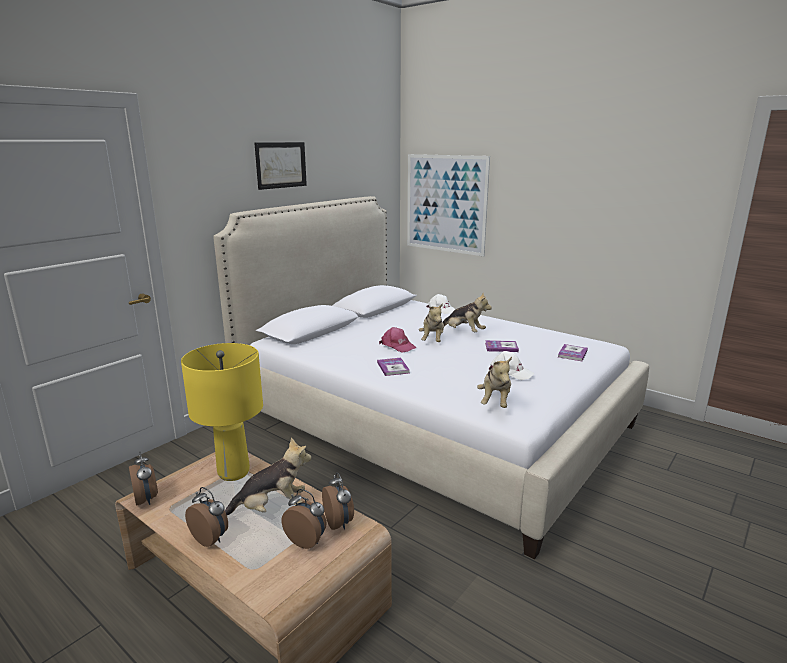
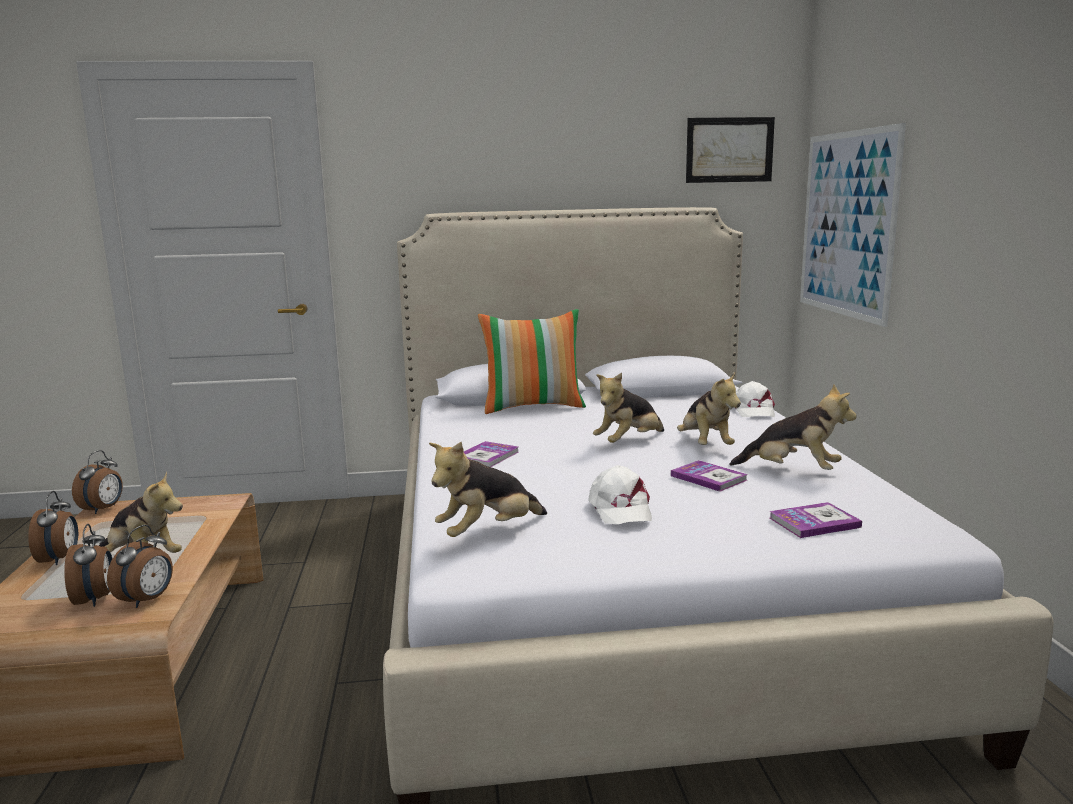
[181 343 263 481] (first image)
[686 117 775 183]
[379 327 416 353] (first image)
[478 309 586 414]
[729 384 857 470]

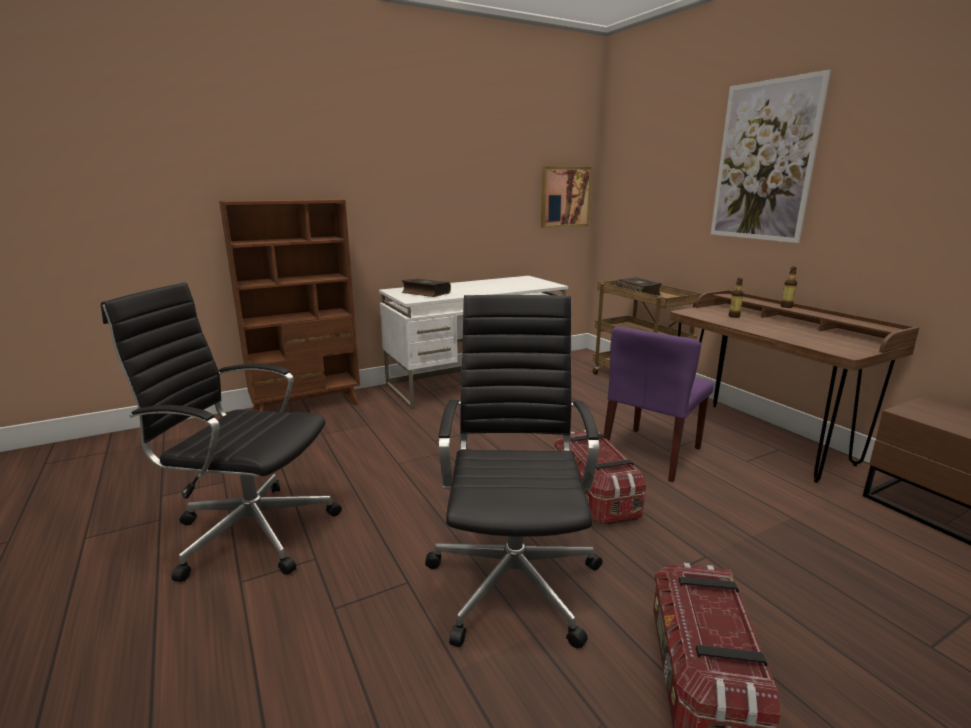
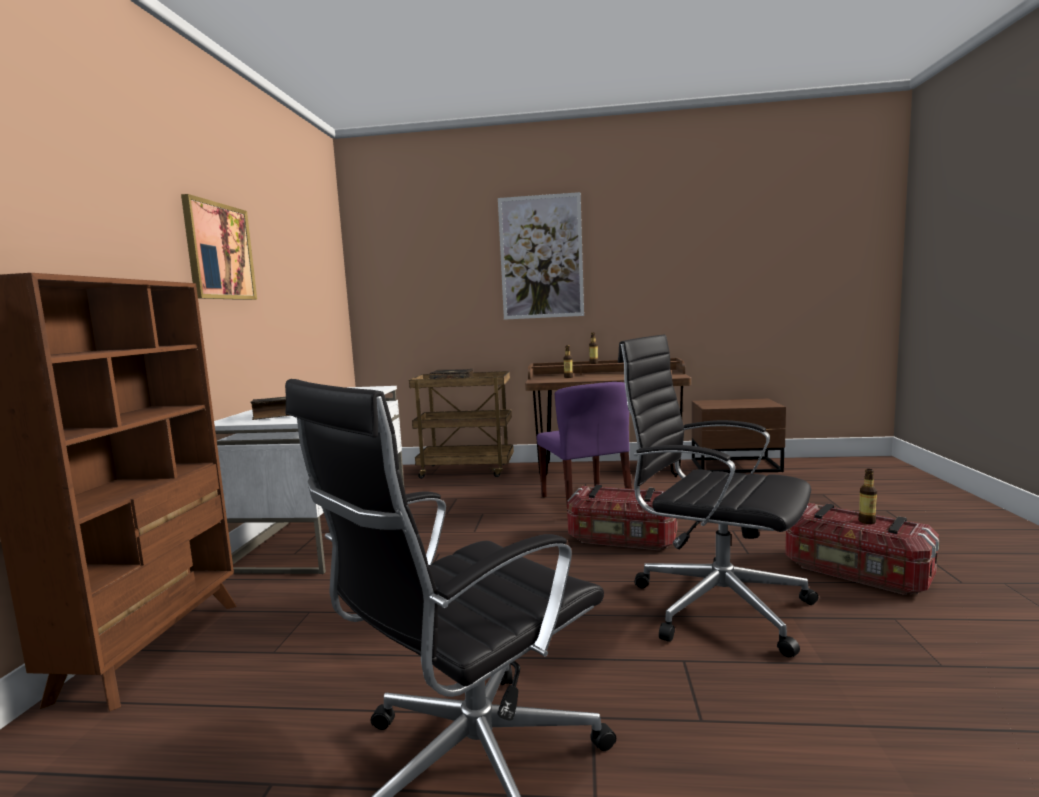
[181 194 257 300]
[858 469 877 524]

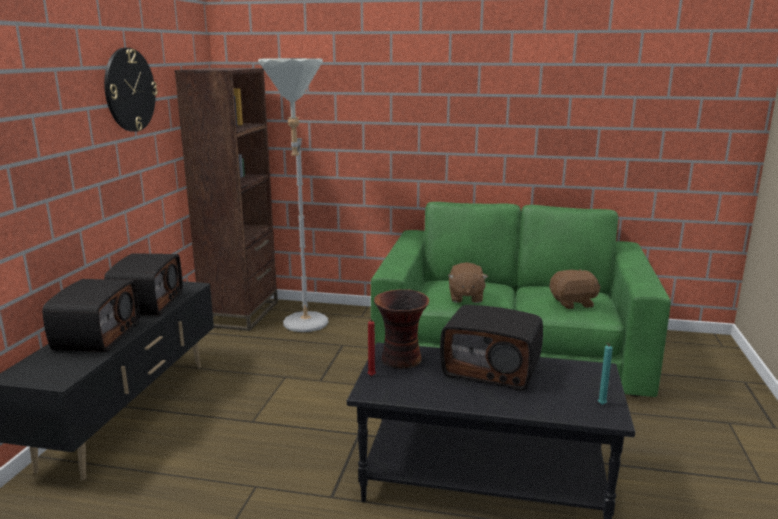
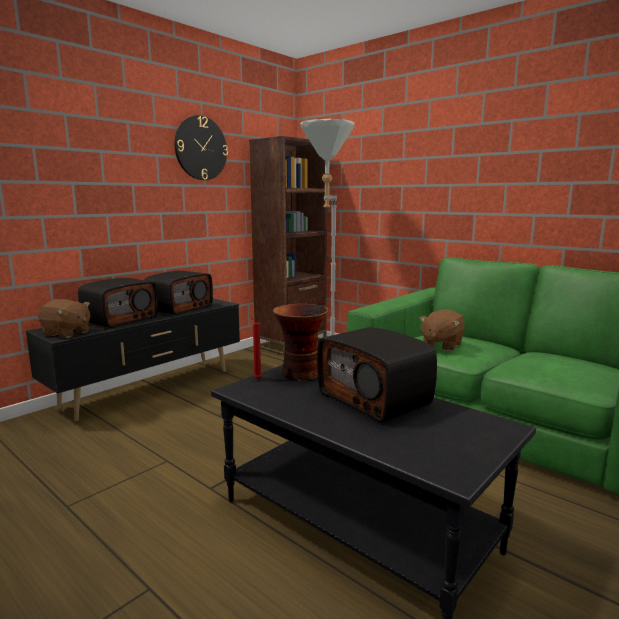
[38 299 90 338]
[598 343 613 405] (first image)

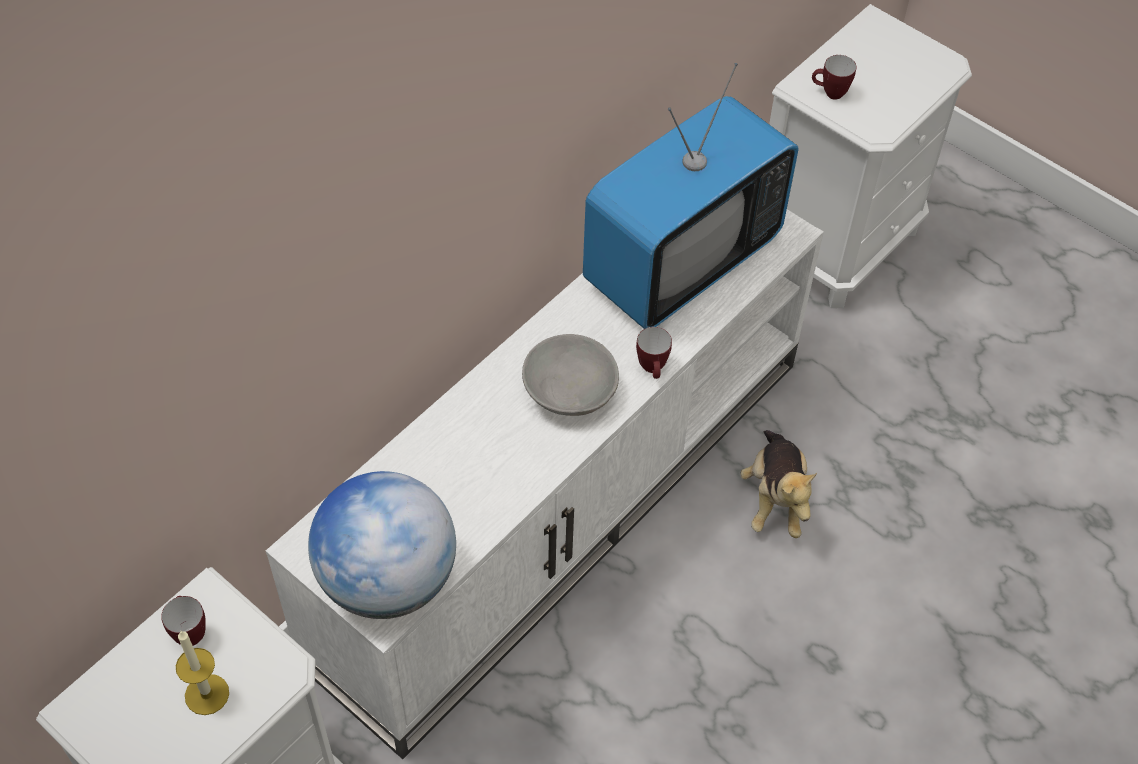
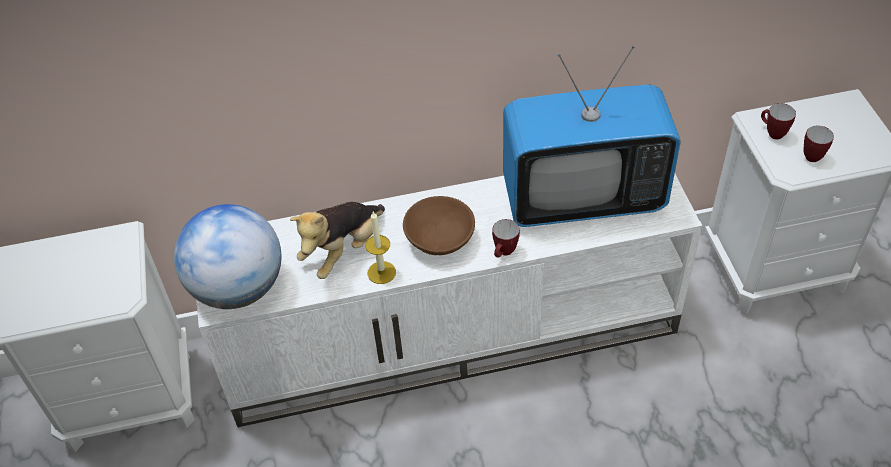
[803 126 834 162]
[365 212 396 284]
[403 196 475 255]
[290 202 385 279]

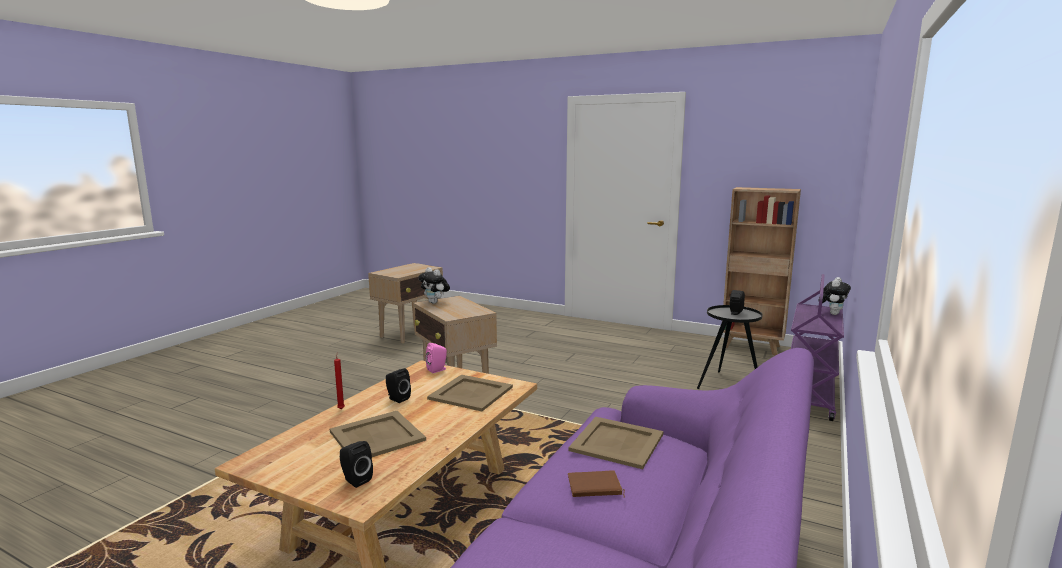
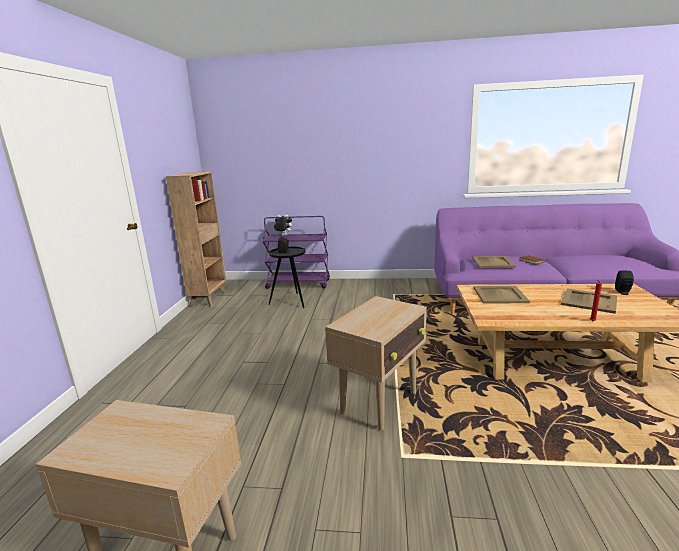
[386 368 411 403] (first image)
[418 267 450 304] (first image)
[426 343 447 373] (first image)

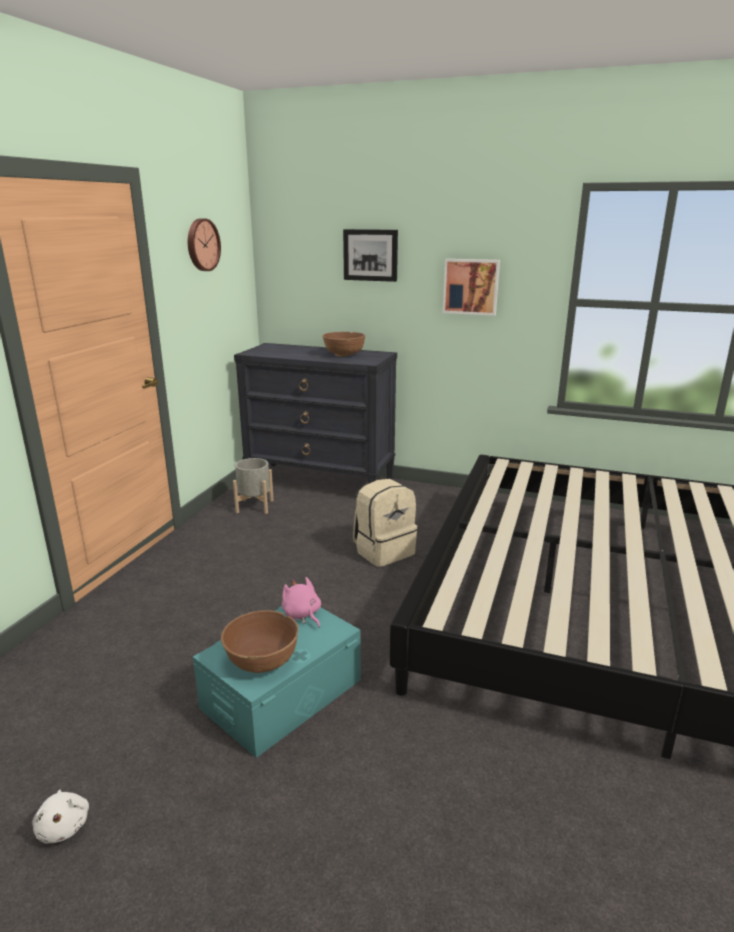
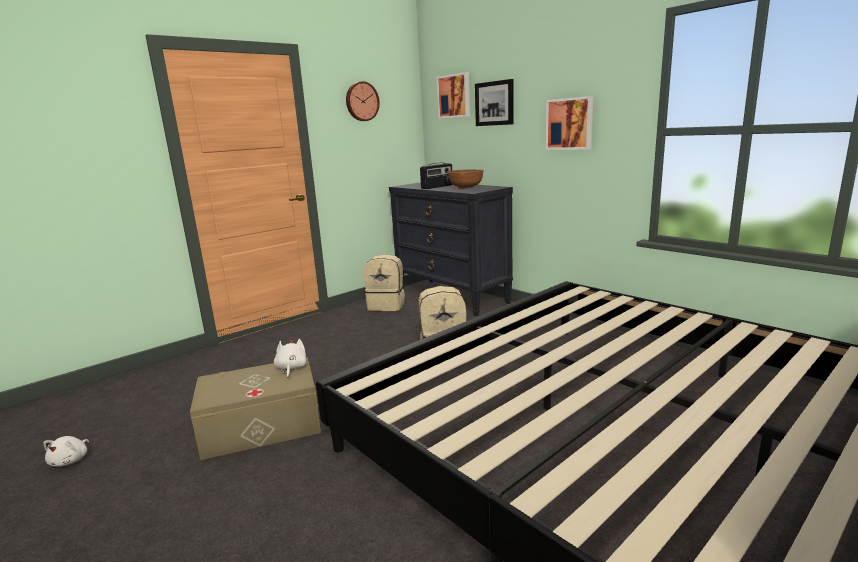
[190 357 321 460]
[221 610 299 673] (first image)
[363 254 405 311]
[274 339 306 378]
[420 163 452 189]
[437 72 470 119]

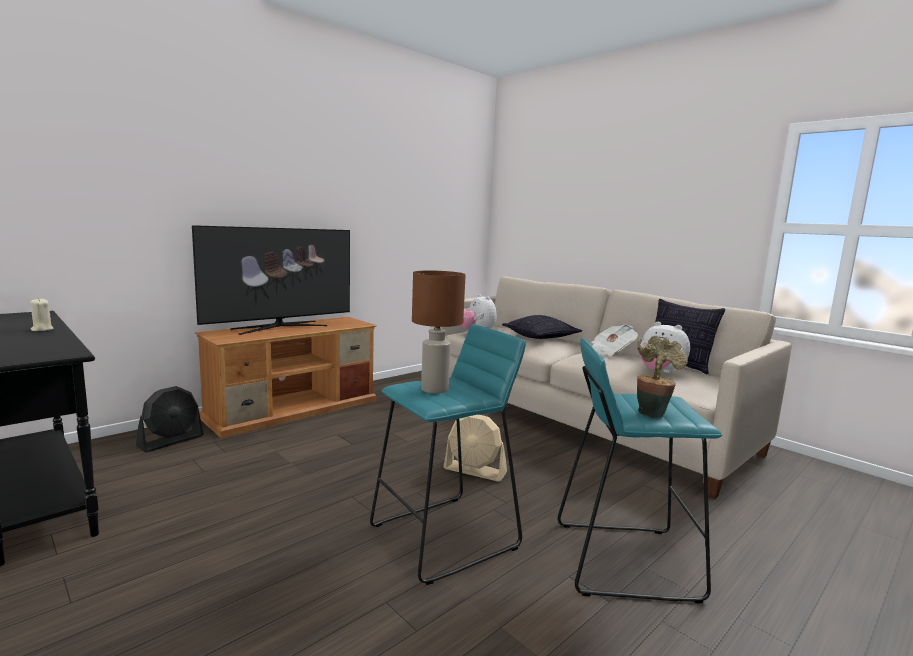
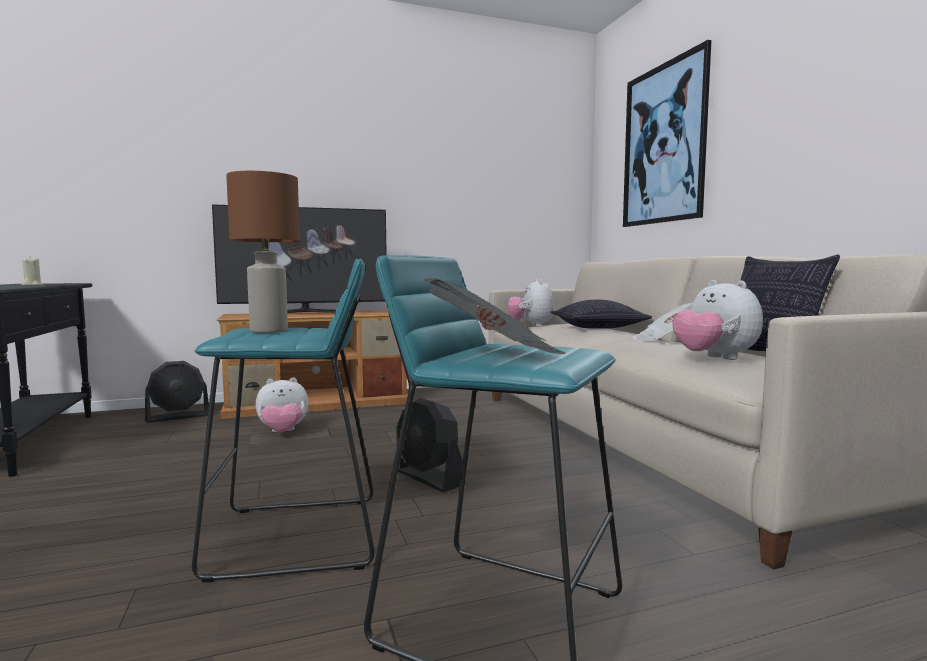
[396 398 466 492]
[424 278 566 354]
[256 377 309 432]
[623 40 711 227]

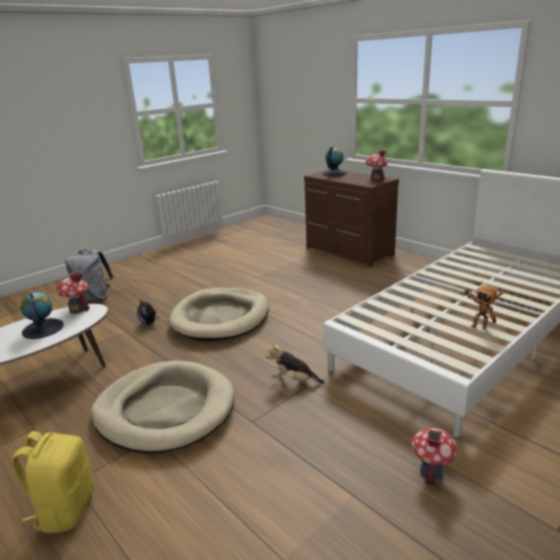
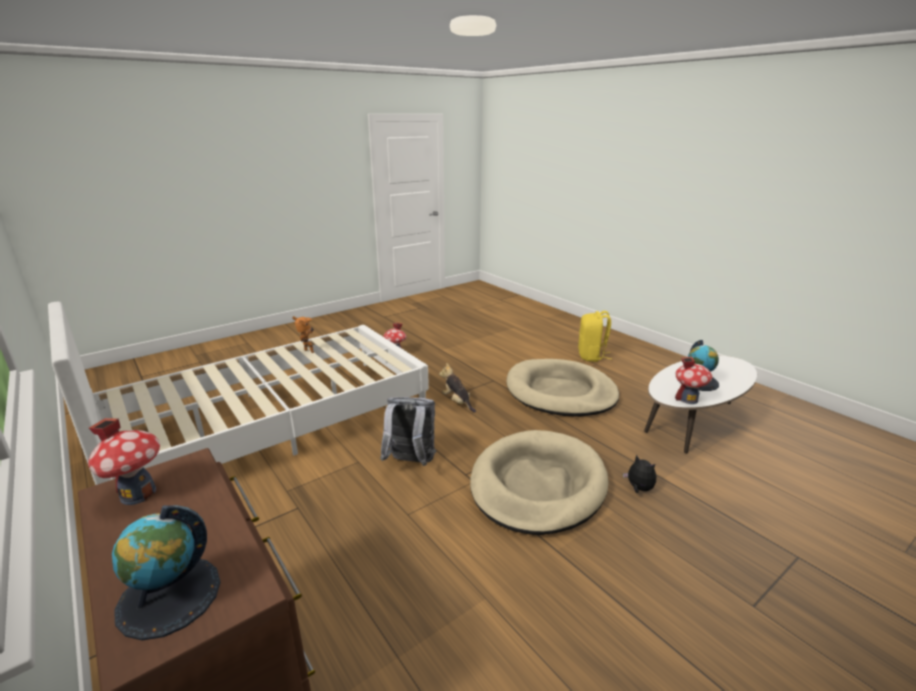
[380 397 436 466]
[439 363 476 413]

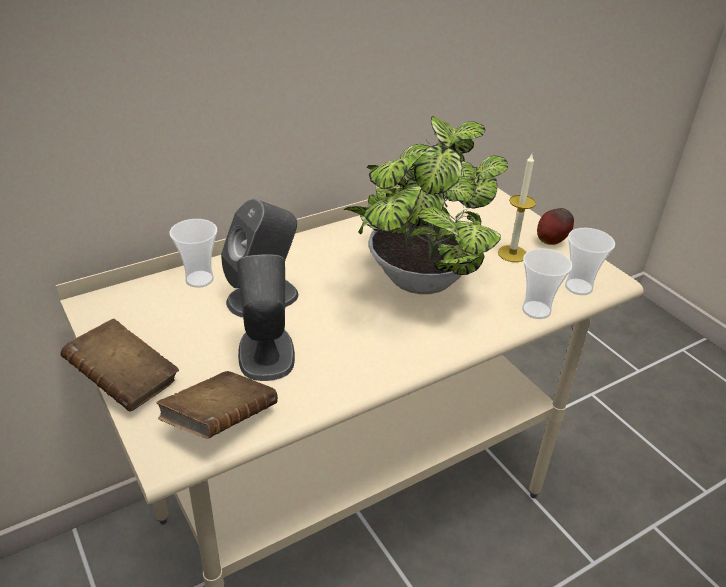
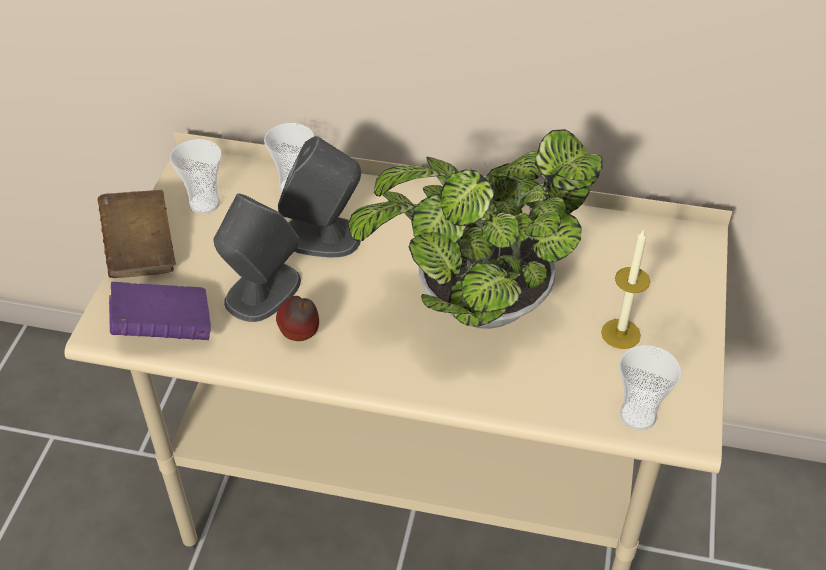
[109 282 211 340]
[170 139 222 214]
[276 296 319 341]

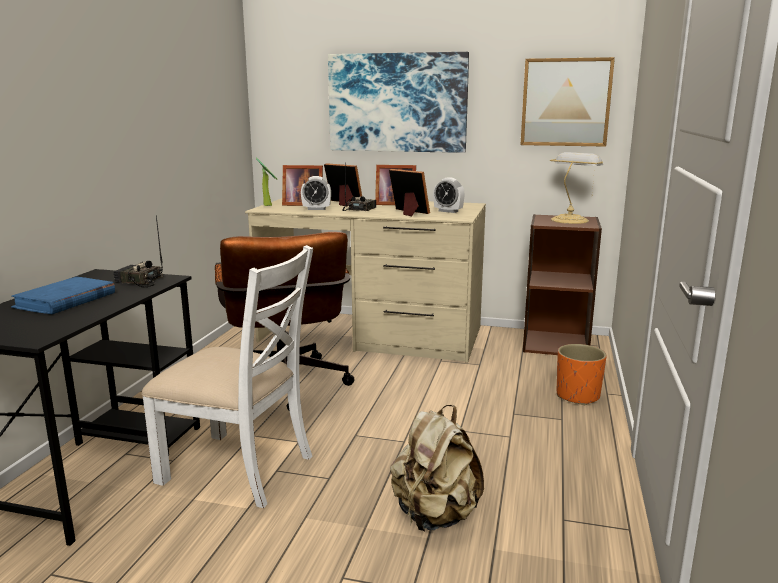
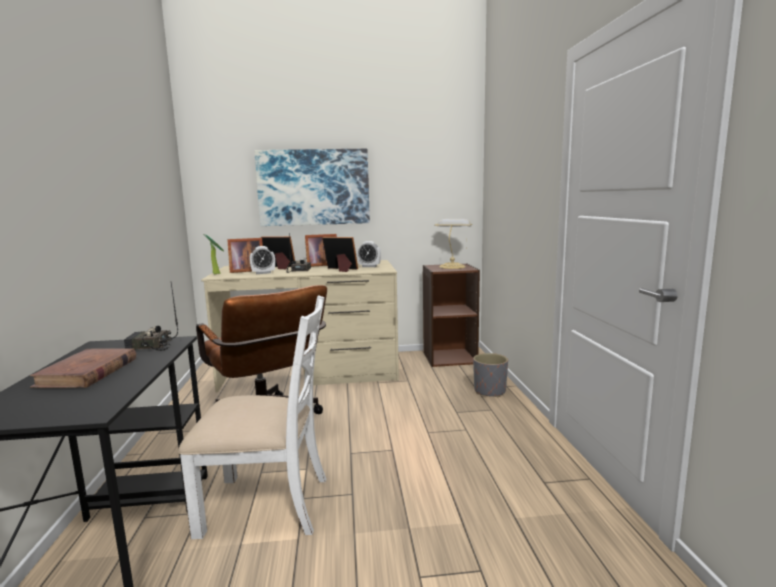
[30 348 136 388]
[390 405 484 532] (first image)
[520 57 615 147] (first image)
[473 353 508 397]

